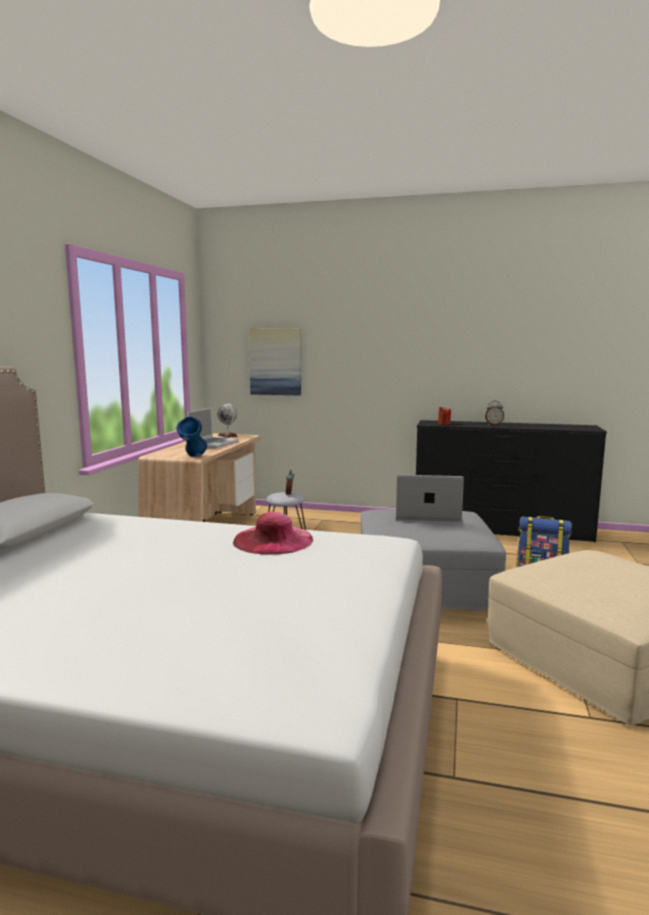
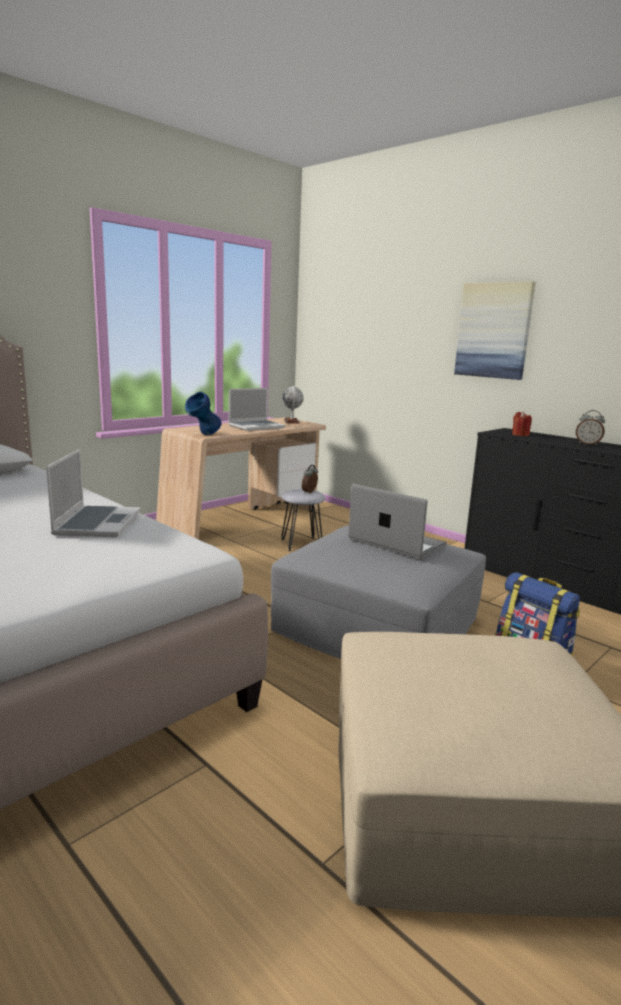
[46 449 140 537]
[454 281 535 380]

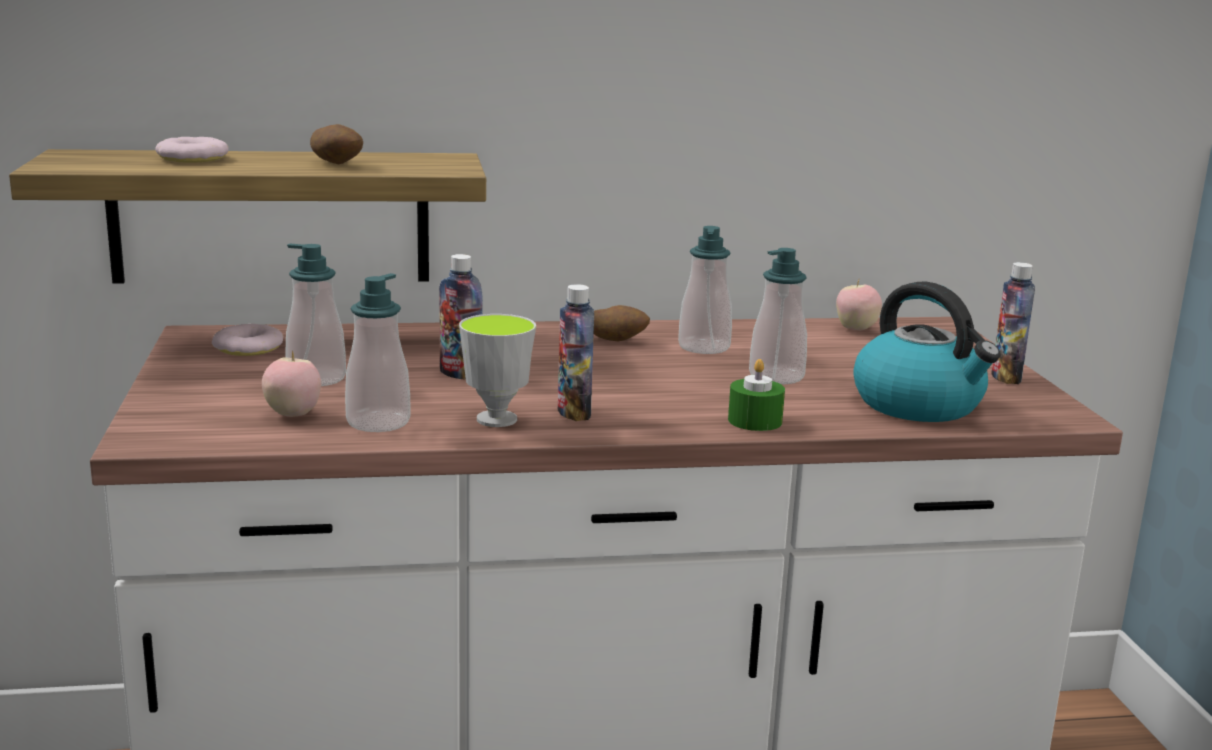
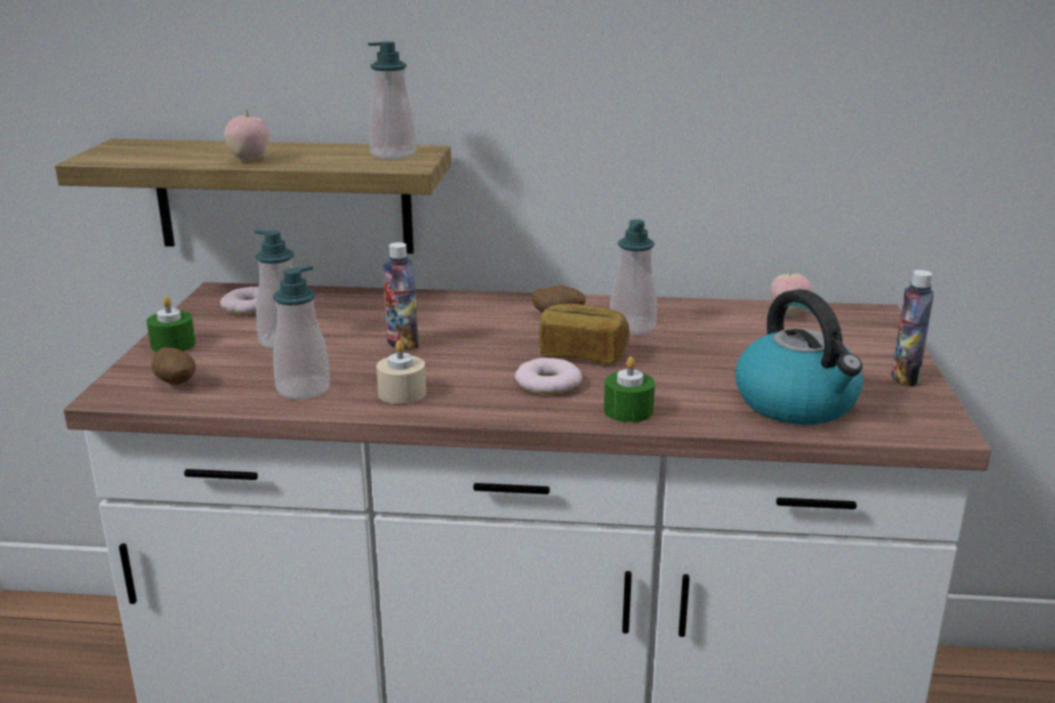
[515 358 582 395]
[224 109 269 161]
[151 347 196 385]
[376 340 426 404]
[558 284 594 421] (first image)
[368 41 416 159]
[147 296 196 352]
[539 304 630 363]

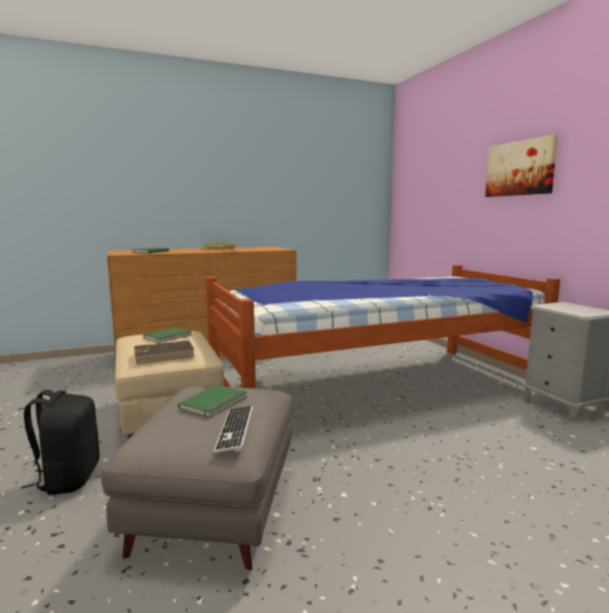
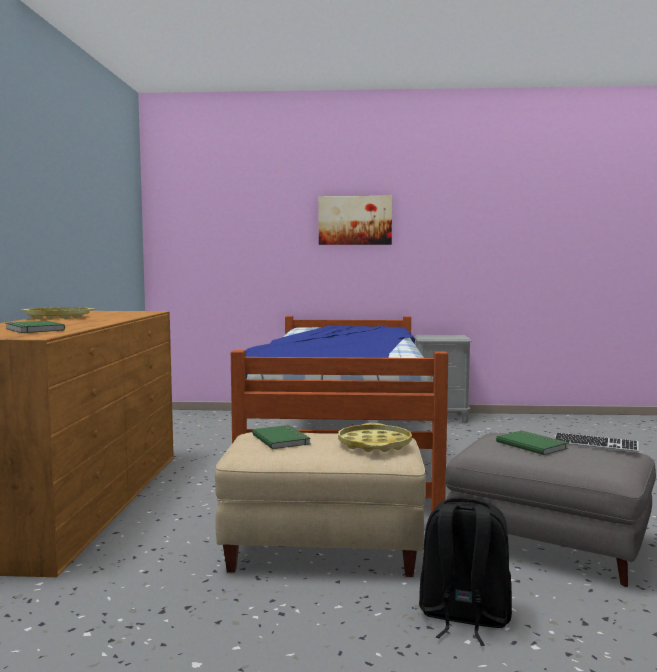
[338 423 412 452]

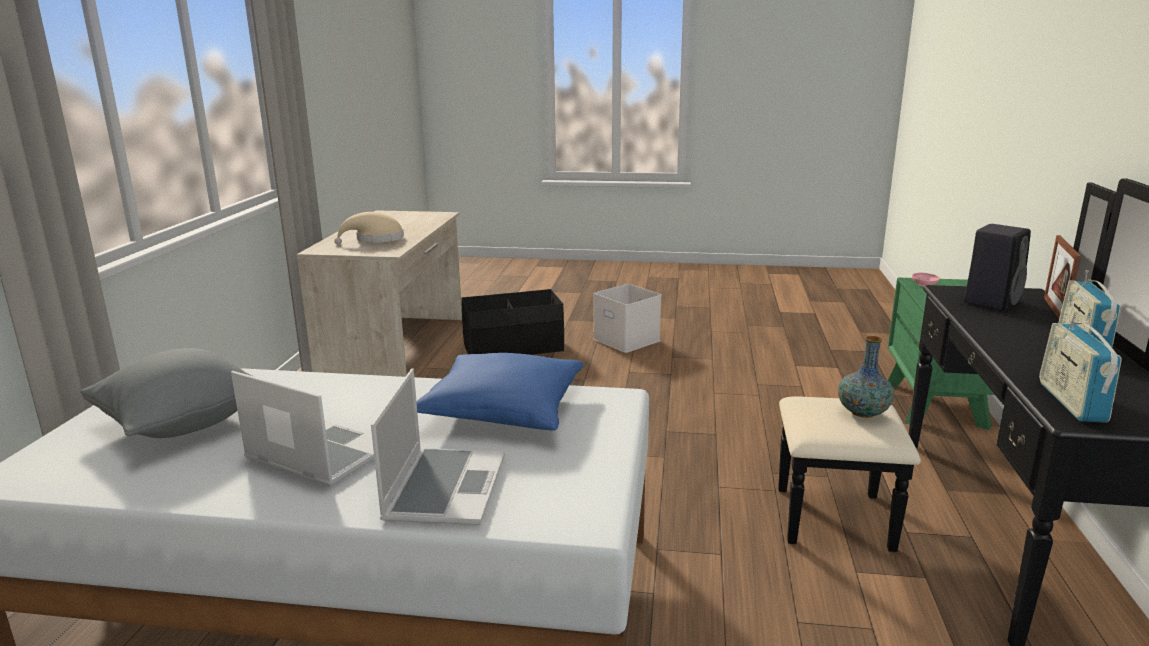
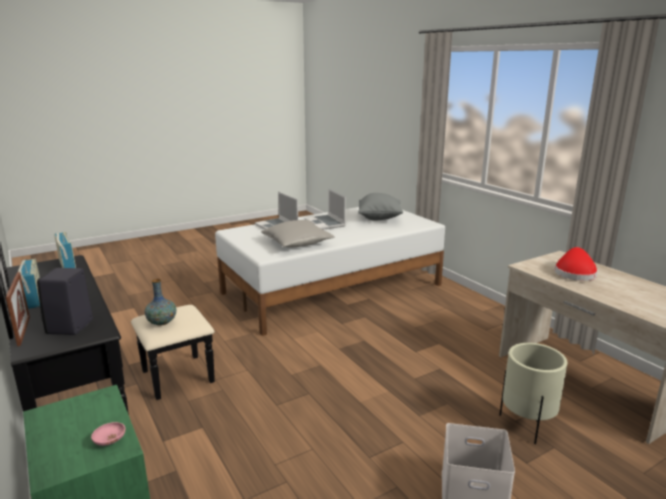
[305 189 346 230]
[554 247 598 281]
[261 220 335 248]
[500 343 567 444]

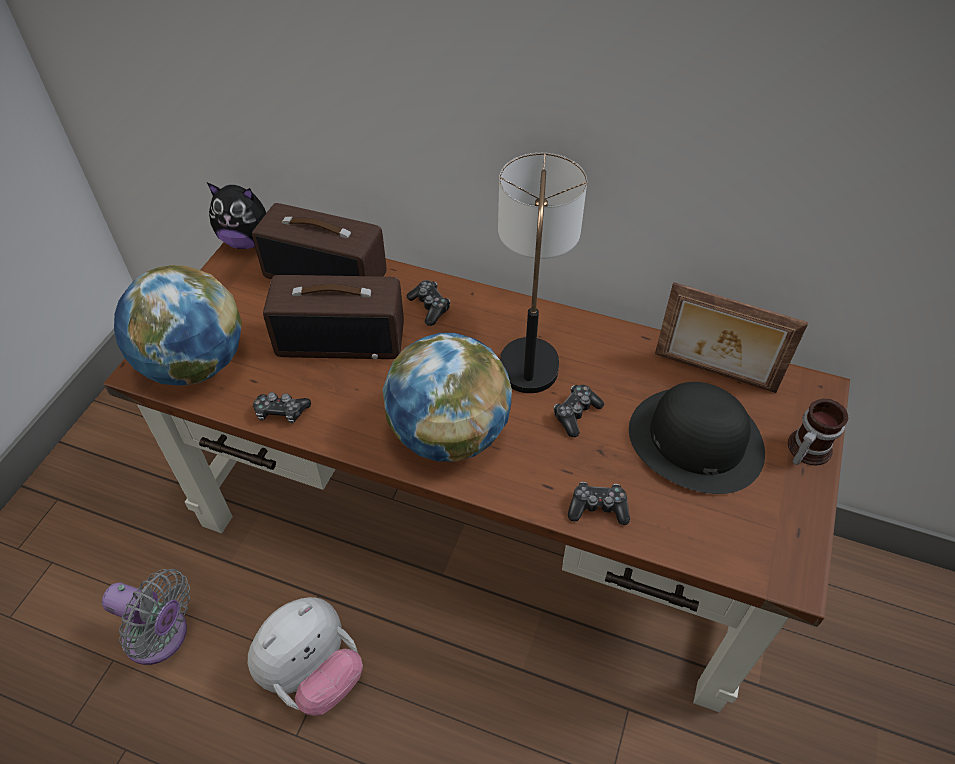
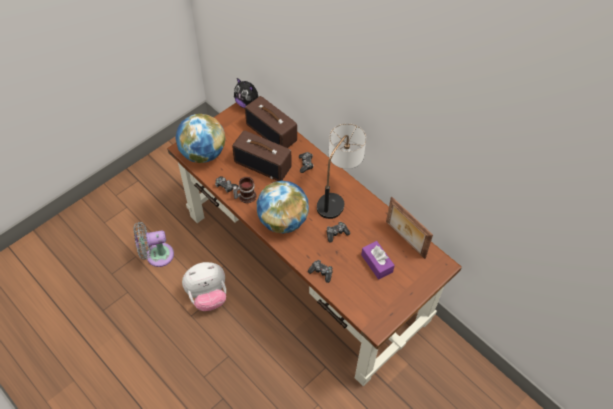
[134 222 174 267]
[361 241 395 280]
[233 177 256 203]

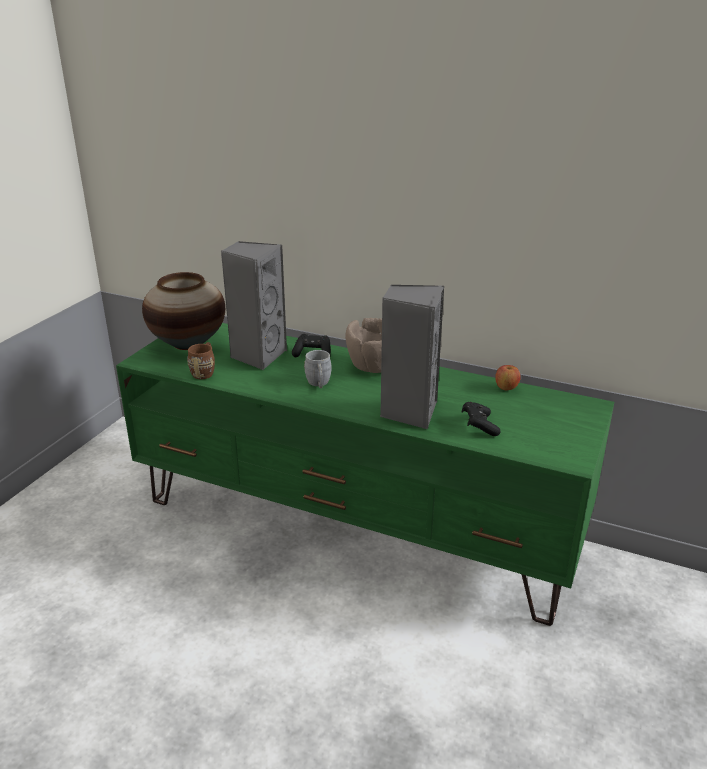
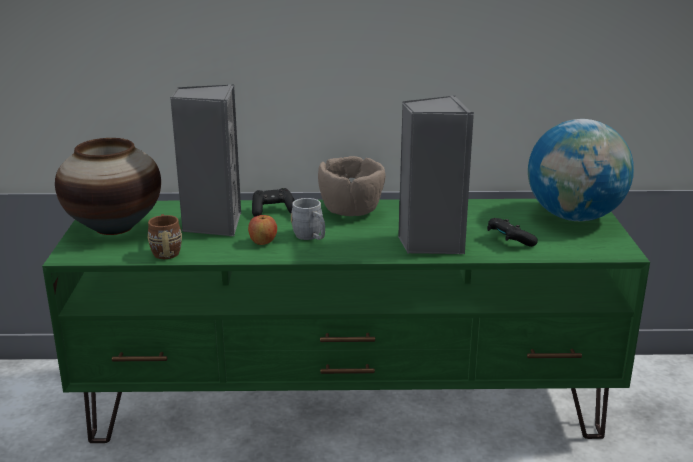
[248 215 277 245]
[528 119 634 221]

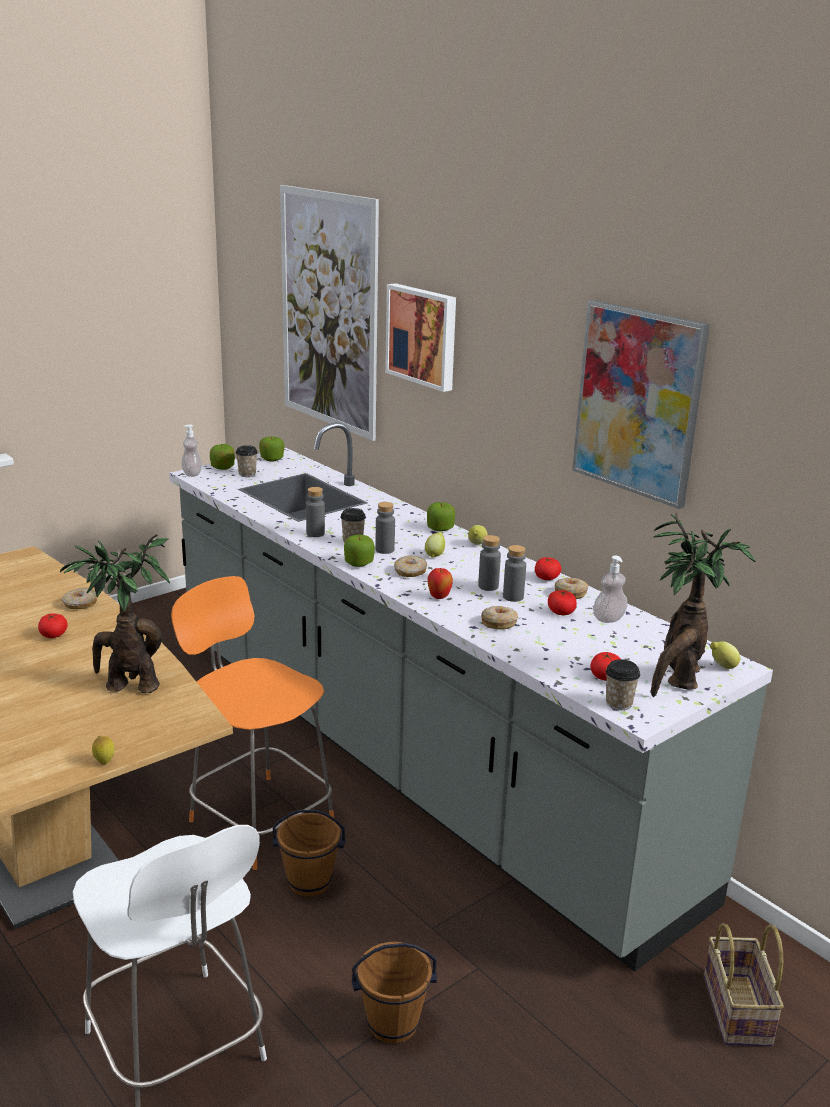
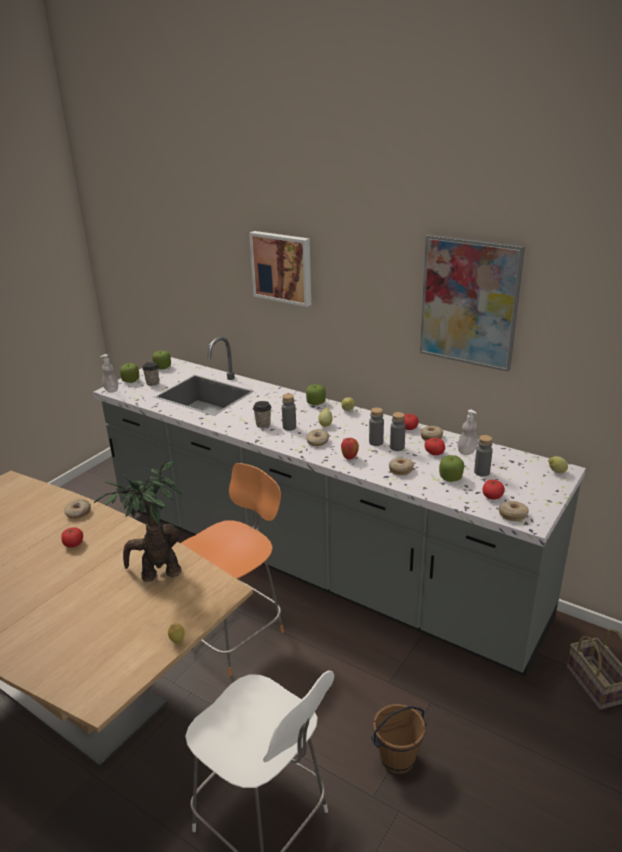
[181 463 284 676]
[273 810 345 897] (first image)
[280 185 379 441] (first image)
[474 435 493 476]
[439 455 464 482]
[499 501 529 521]
[651 512 755 697] (first image)

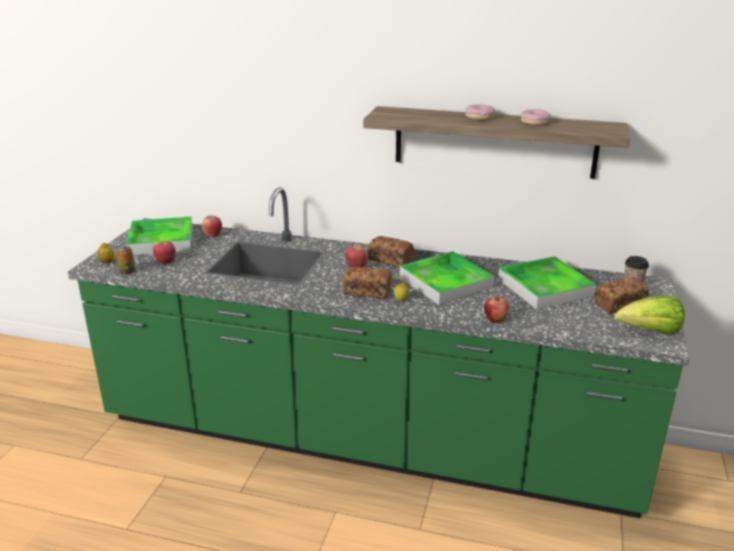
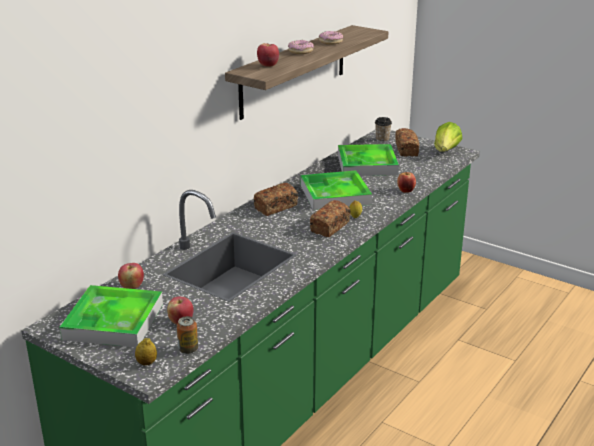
[257 43 279 67]

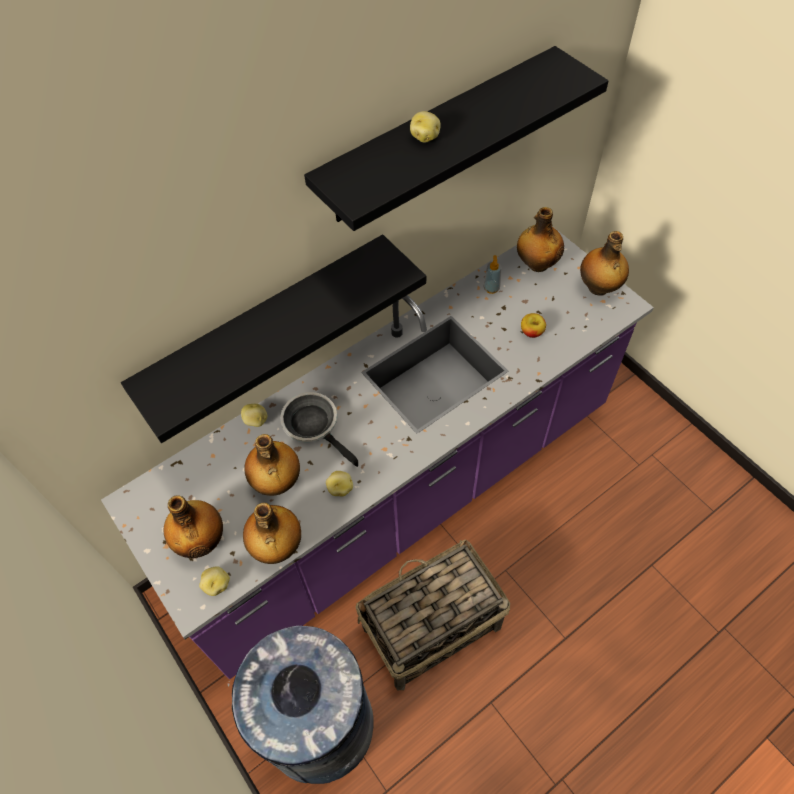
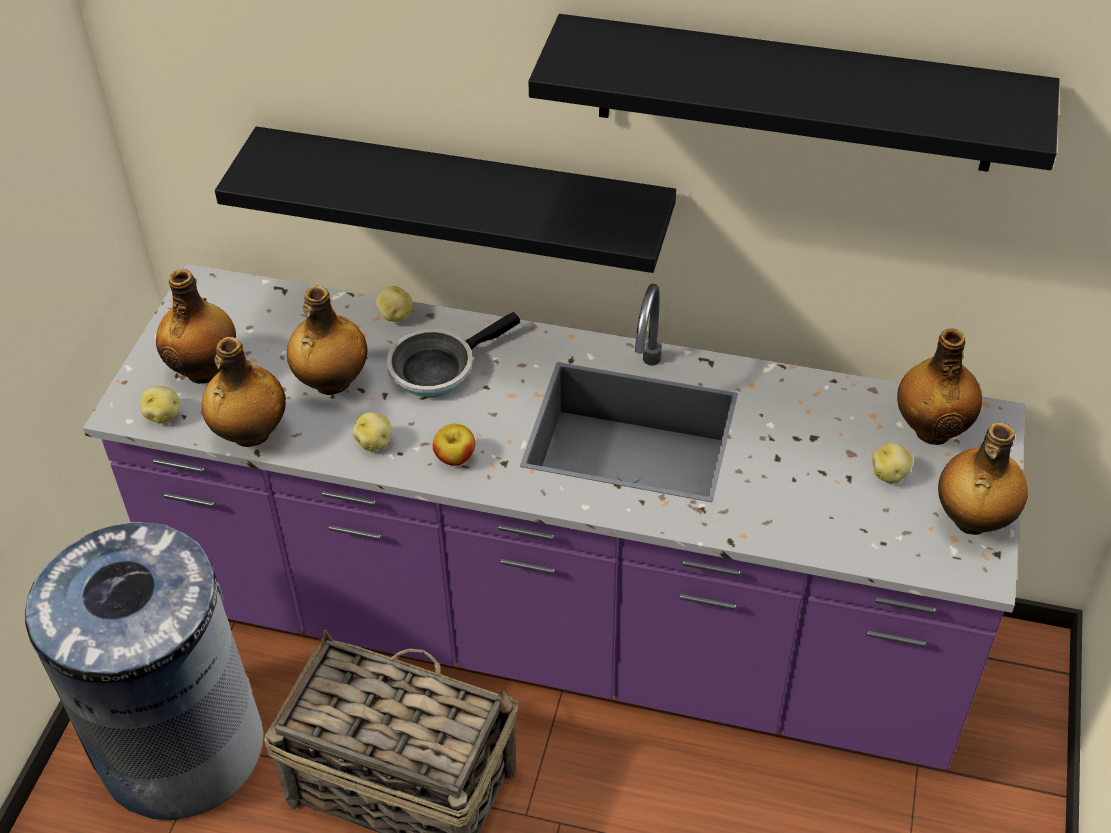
[387 312 520 397]
[872 443 913 483]
[483 255 501 294] (first image)
[433 424 475 466]

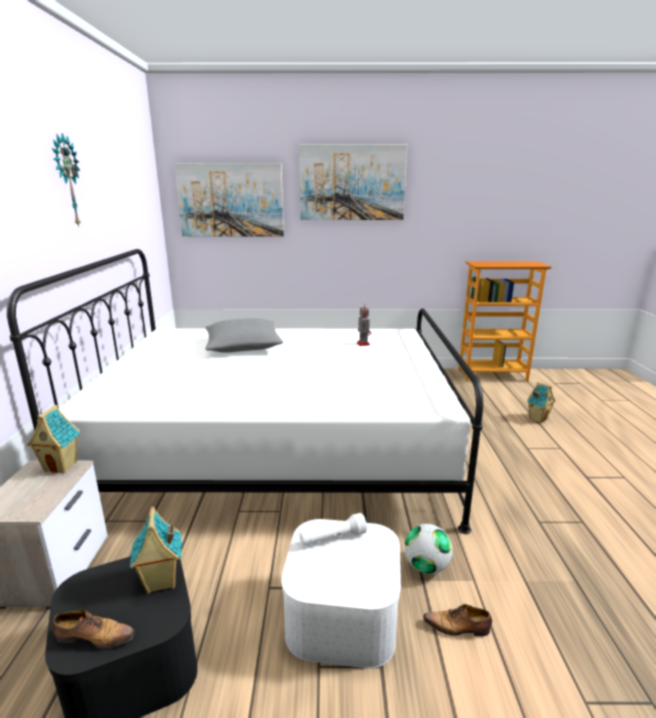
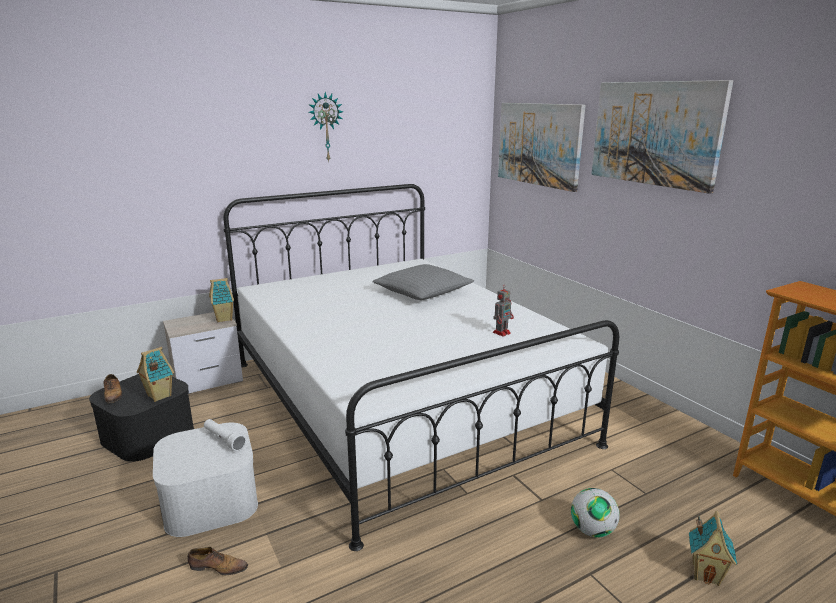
[571 488 620 538]
[188 547 248 575]

